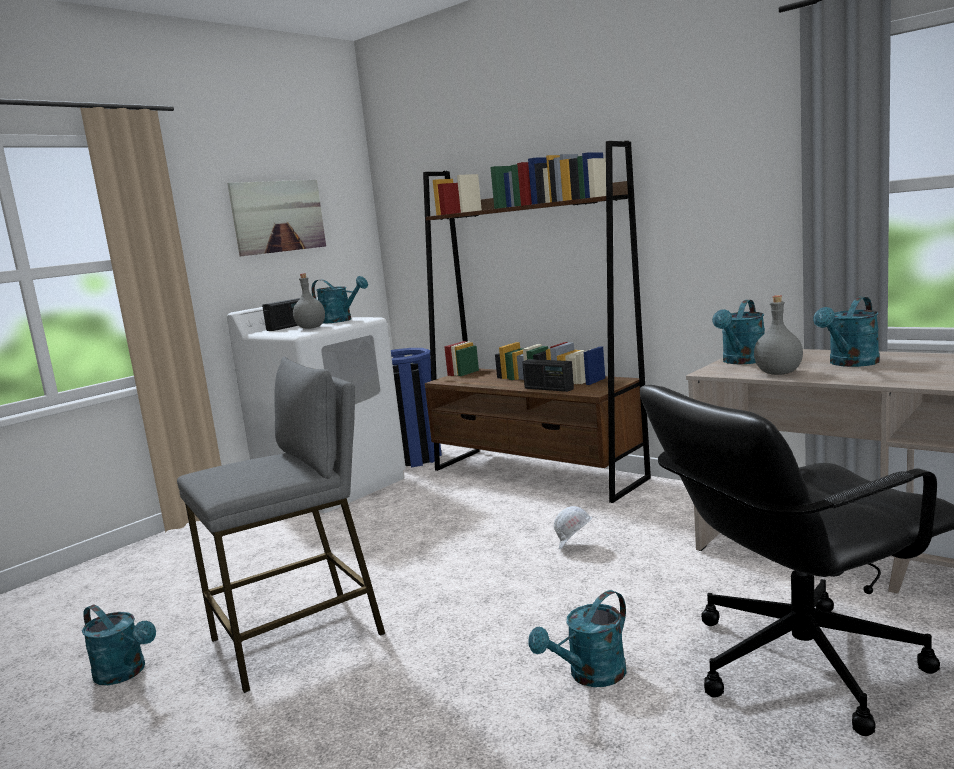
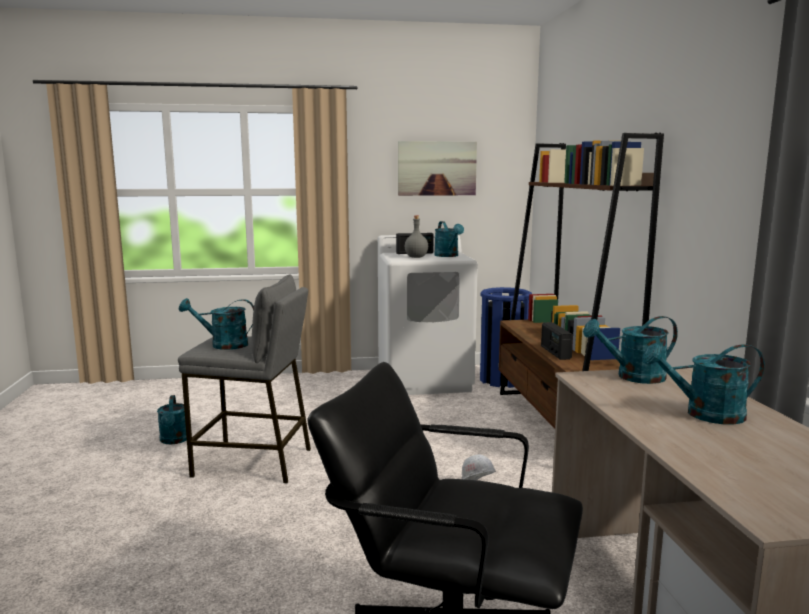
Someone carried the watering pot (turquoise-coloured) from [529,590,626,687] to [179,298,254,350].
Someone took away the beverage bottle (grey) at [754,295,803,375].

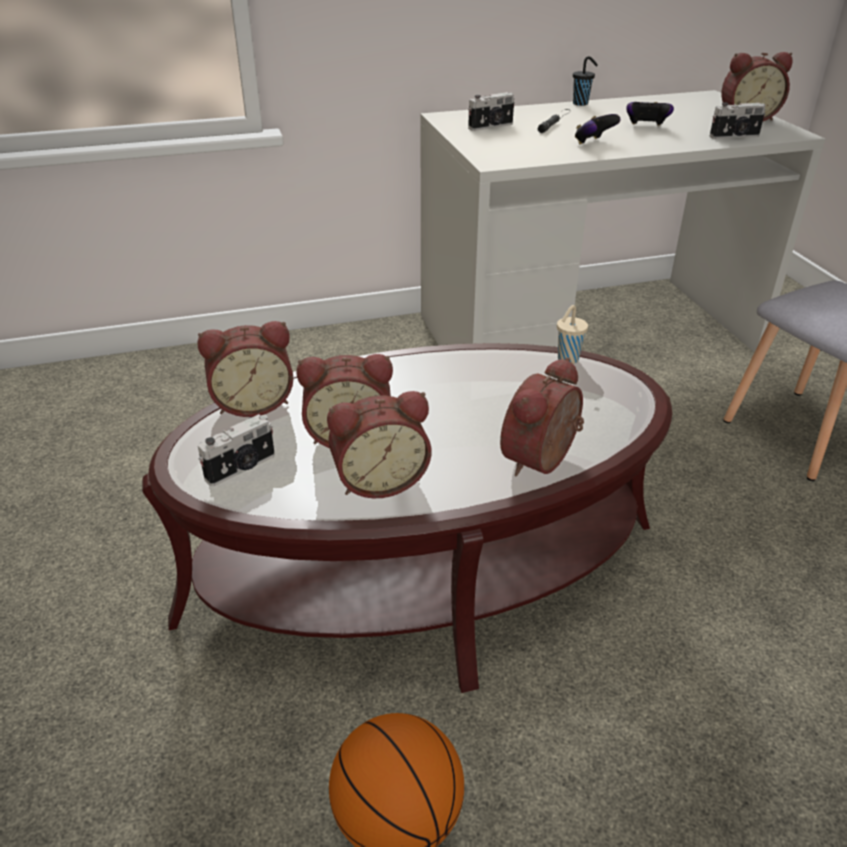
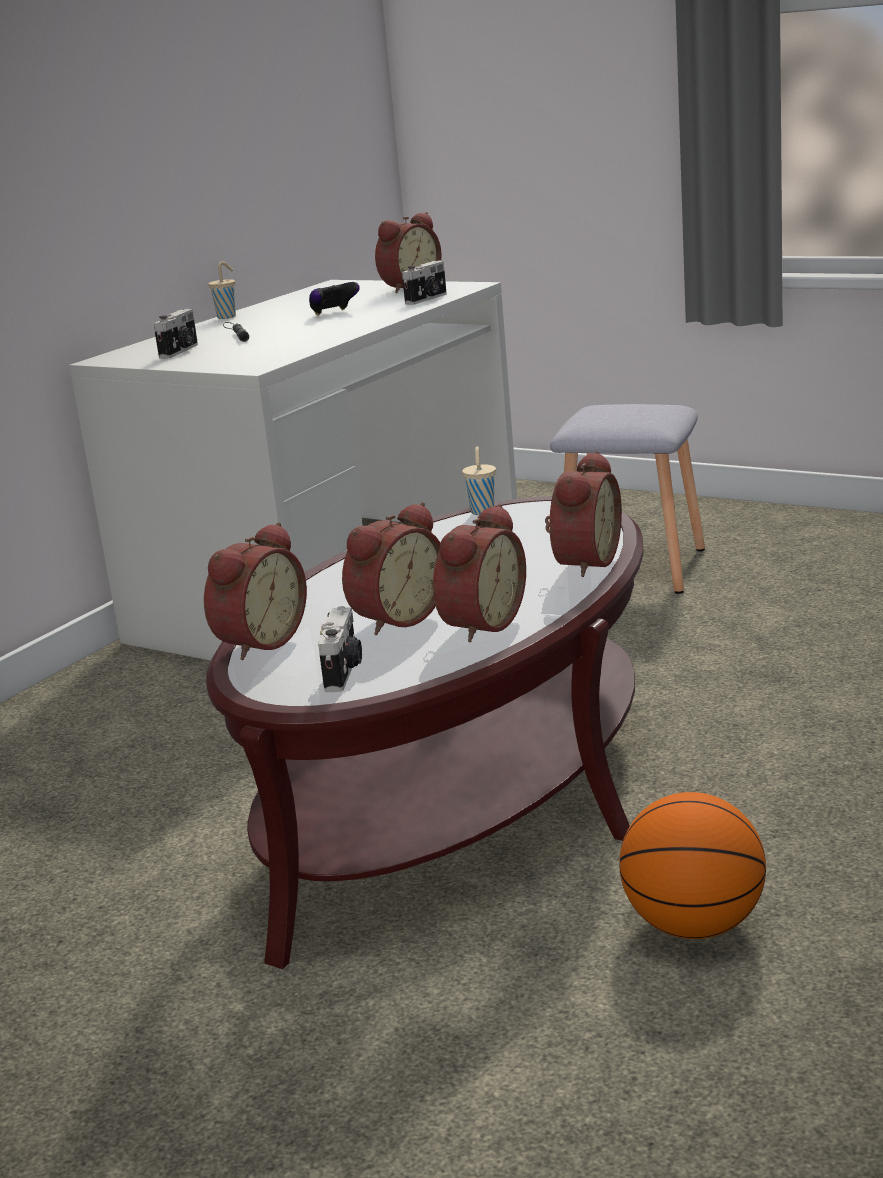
Someone repainted the small cup (black) at [573,56,598,106], which became the small cup (beige) at [208,261,236,319].
Someone rotated the table clock at [500,357,584,476] by 150 degrees counterclockwise.
Someone took away the joypad at [575,114,620,144].

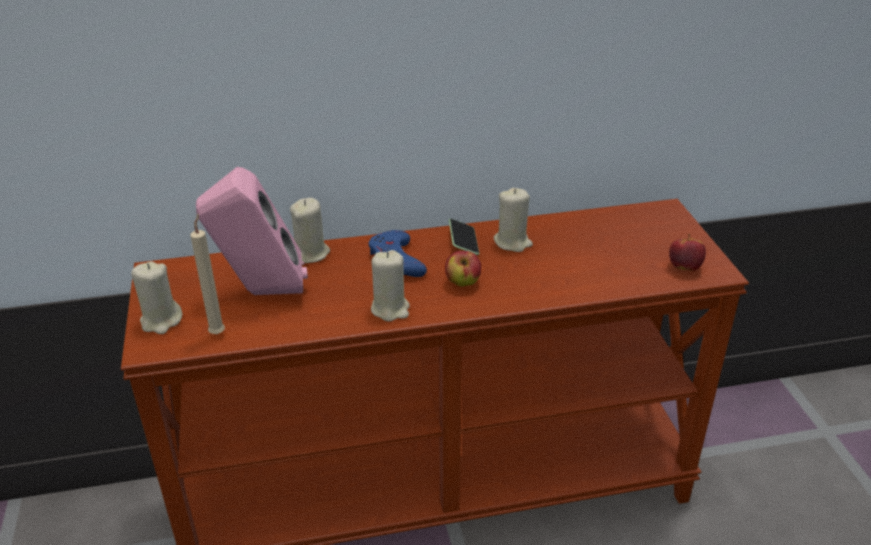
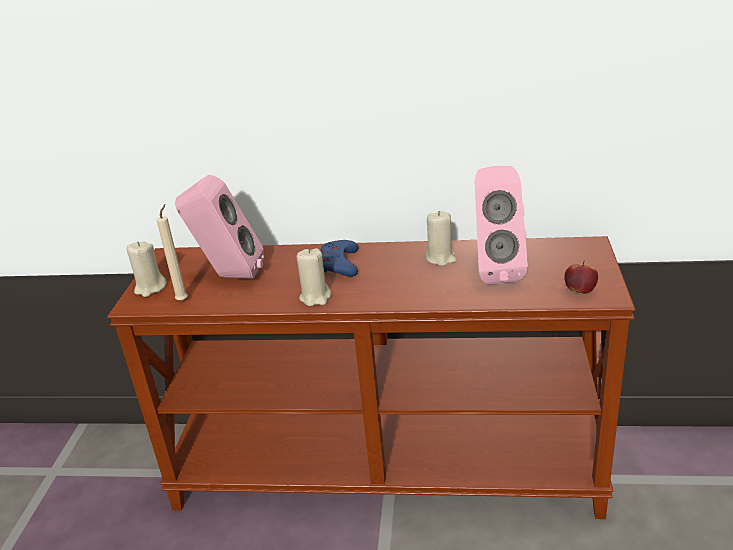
Someone put down the speaker (pink) at [475,166,528,285].
Someone took away the wax candle (beige) at [290,198,330,263].
Someone took away the apple fruit at [445,251,481,287].
Someone took away the phone at [449,219,479,255].

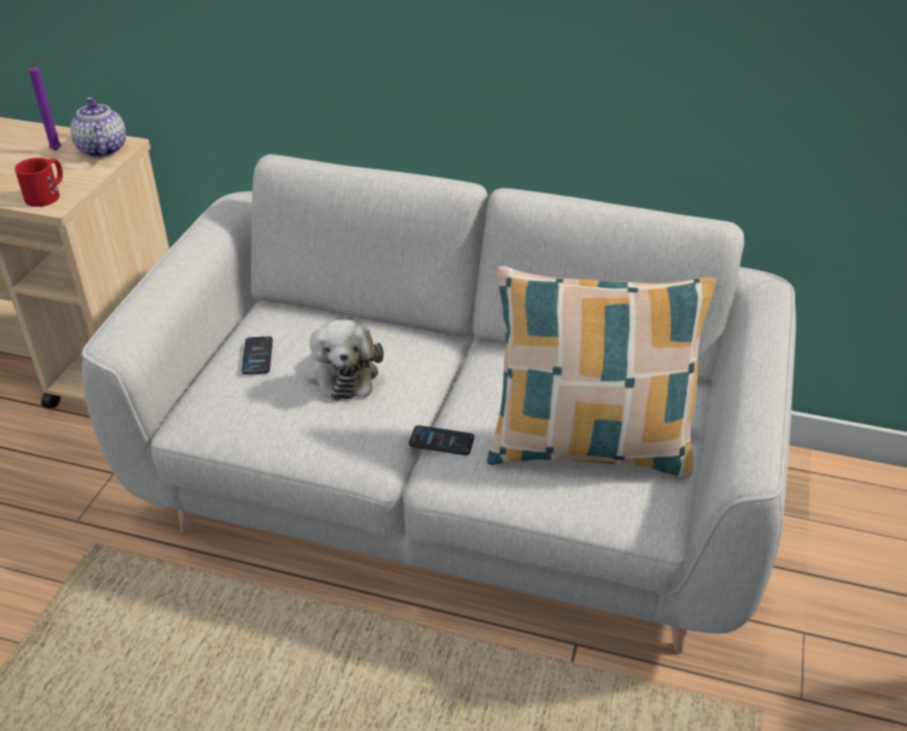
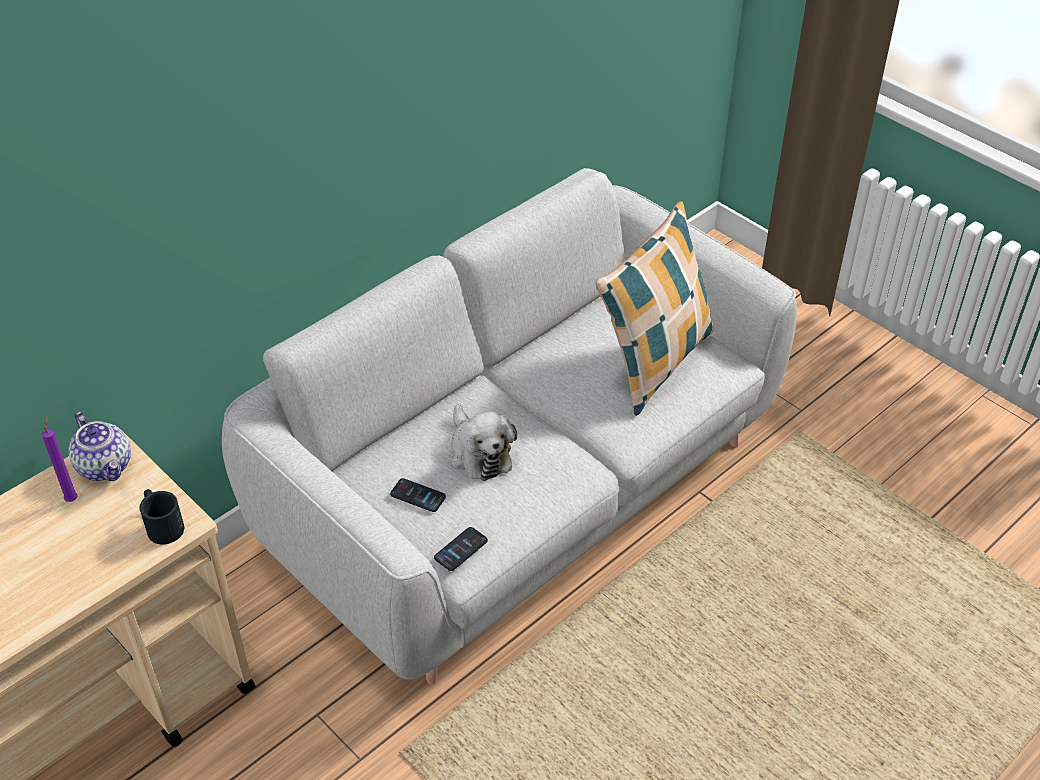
Someone rotated the tea pot at [70,97,126,158] by 135 degrees counterclockwise.
Someone repainted the coffee mug (reddish) at [15,158,63,207], which became the coffee mug (black) at [139,489,184,545].
Someone carried the phone from [409,425,474,455] to [434,527,488,571].
Someone rotated the cuddly toy at [306,320,383,401] by 45 degrees clockwise.

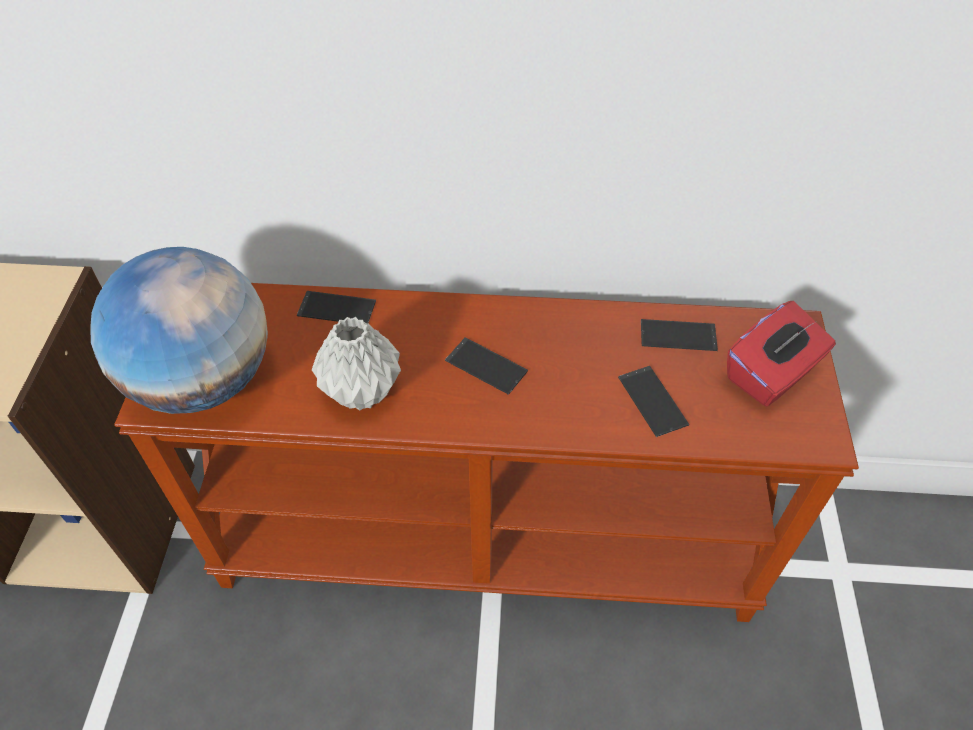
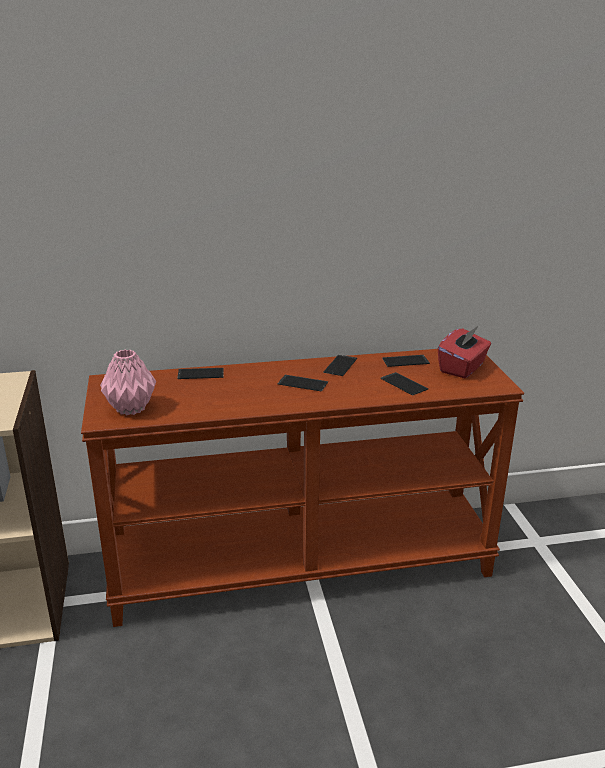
Someone swapped the globe at [90,247,268,414] for the vase (pink) at [100,349,156,415].
Someone put down the phone at [323,355,357,376].
Someone took away the vase (grey) at [312,317,401,411].

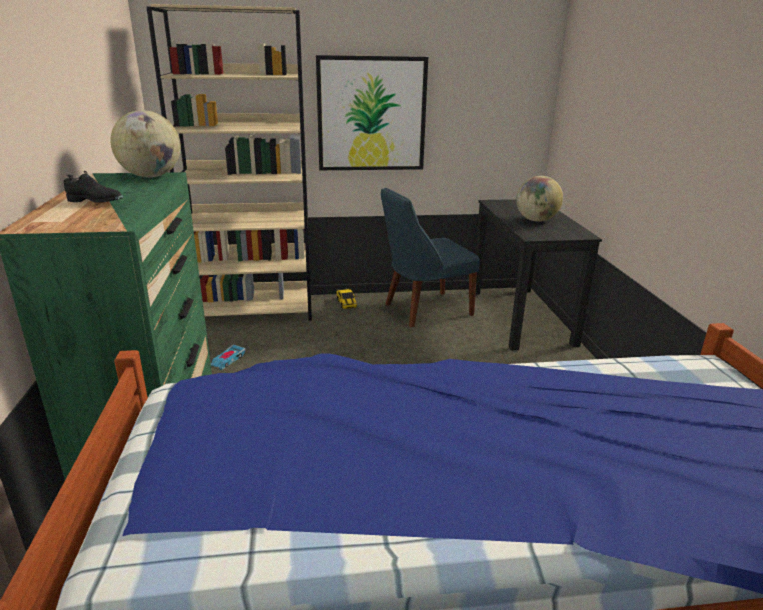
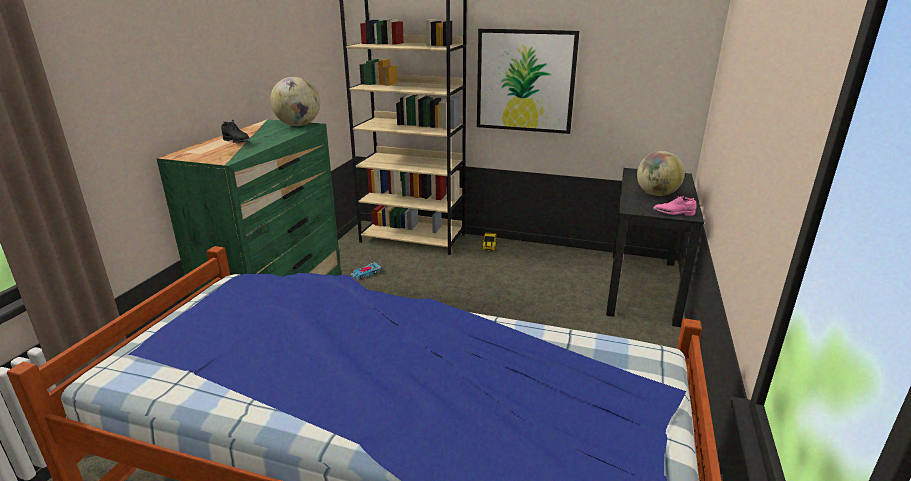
Someone put down the low shoe (pink) at [653,196,697,216].
Someone took away the plain chair (blue-coloured) at [381,188,480,327].

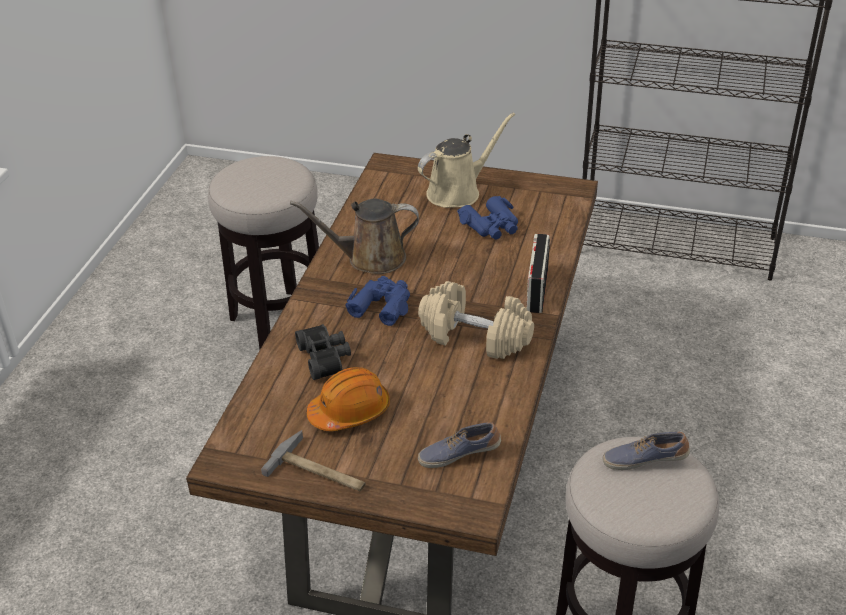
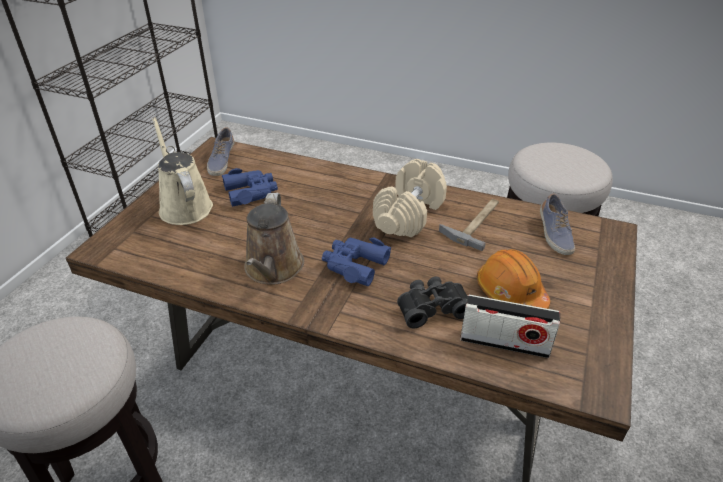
Someone carried the low shoe from [603,432,690,470] to [207,127,235,176].
Someone carried the tool hammer from [261,430,366,492] to [439,199,499,251].
Someone carried the radio set from [527,234,550,313] to [460,294,560,358].

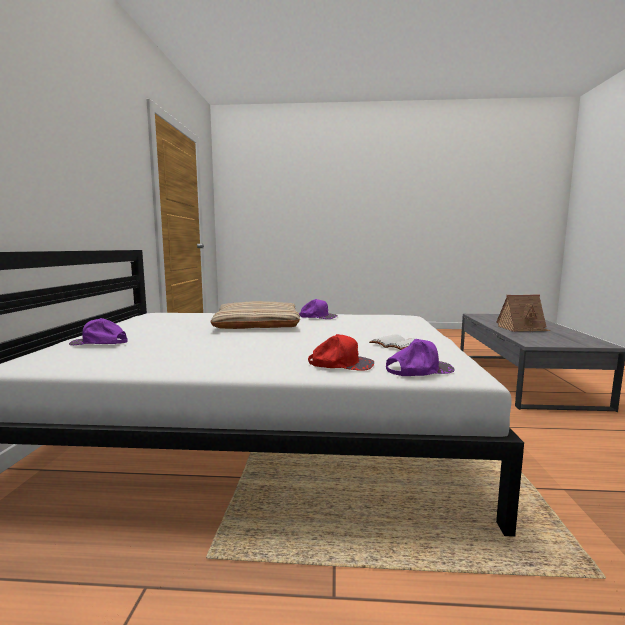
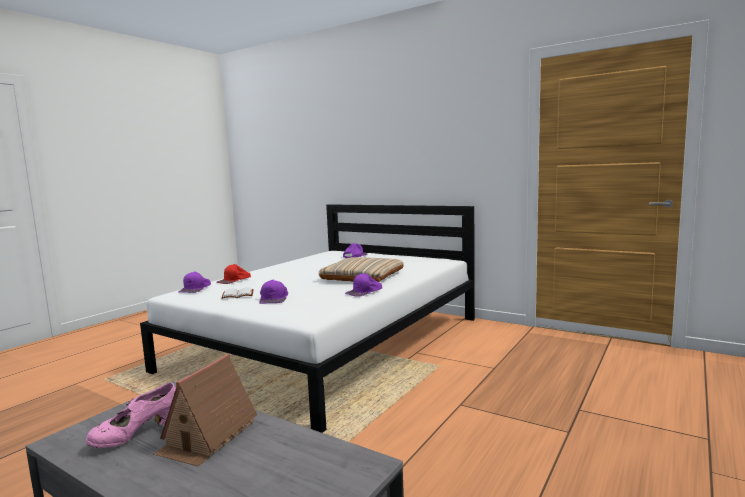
Someone put down the low shoe (pink) at [86,382,176,448].
Someone put down the baseball cap (purplish) at [259,280,288,304].

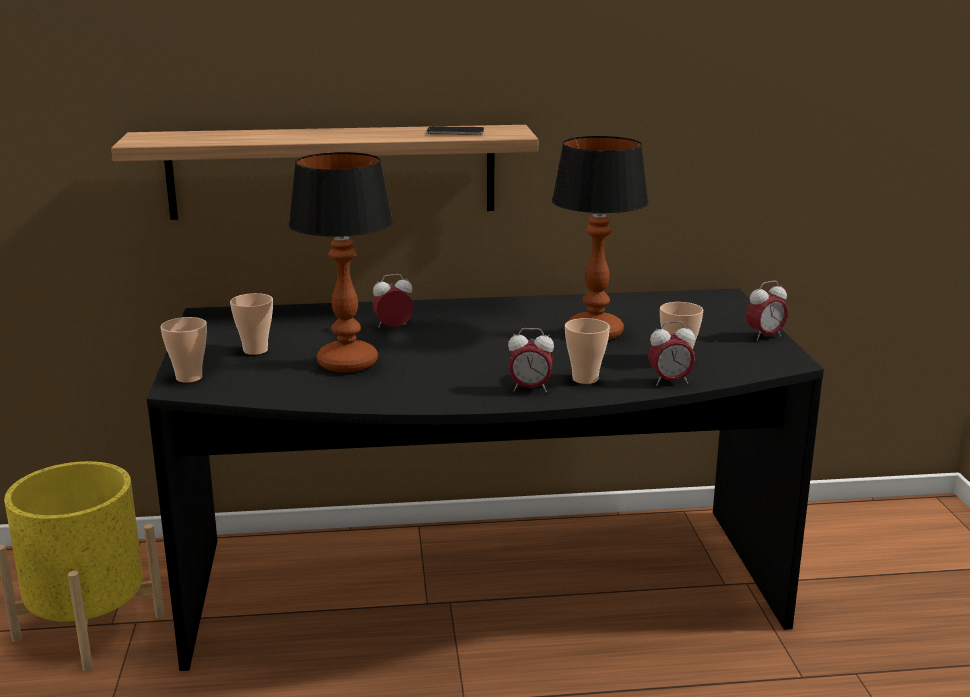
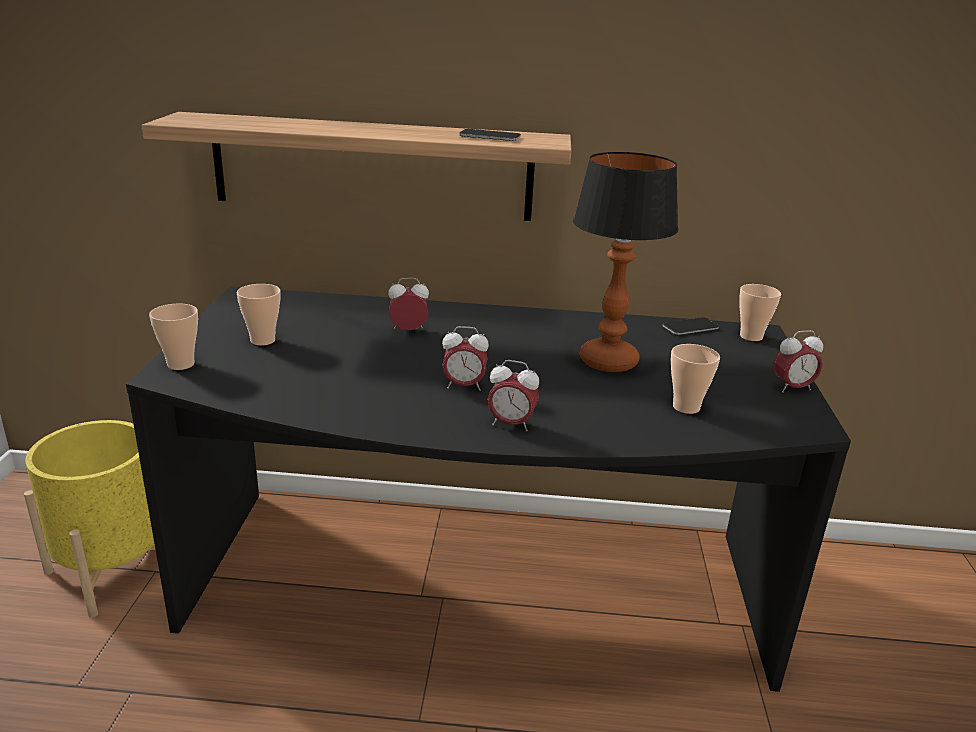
Someone carried the table clock from [648,321,695,386] to [442,326,489,391].
Someone put down the phone at [662,317,719,335].
Someone carried the small cup from [565,318,610,384] to [740,284,781,341].
Someone took away the tabletop lamp at [288,152,393,373].

